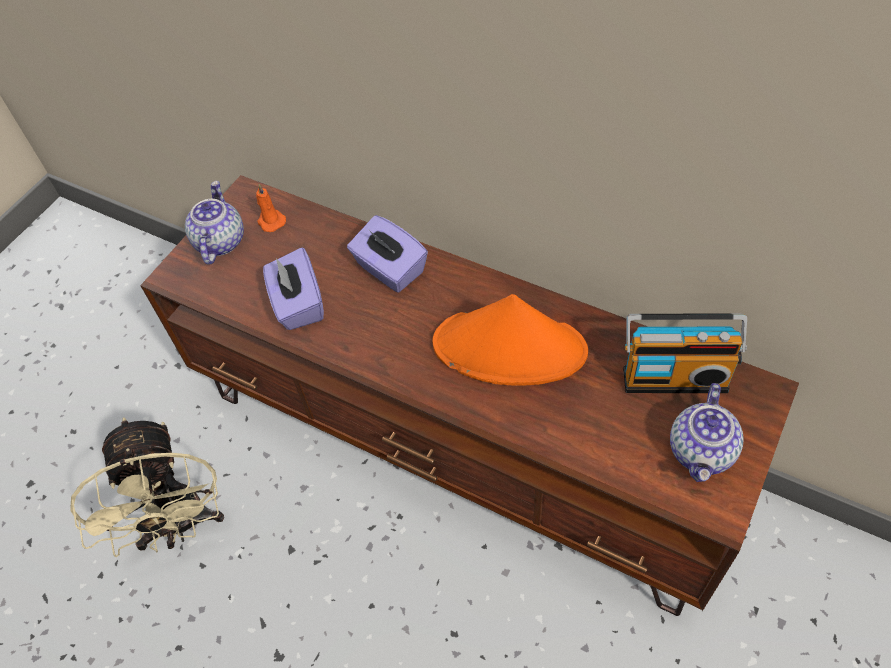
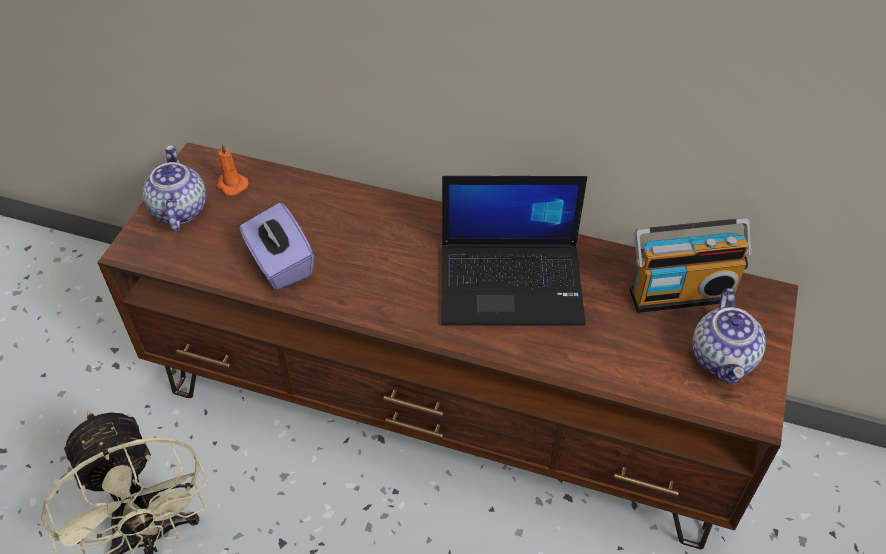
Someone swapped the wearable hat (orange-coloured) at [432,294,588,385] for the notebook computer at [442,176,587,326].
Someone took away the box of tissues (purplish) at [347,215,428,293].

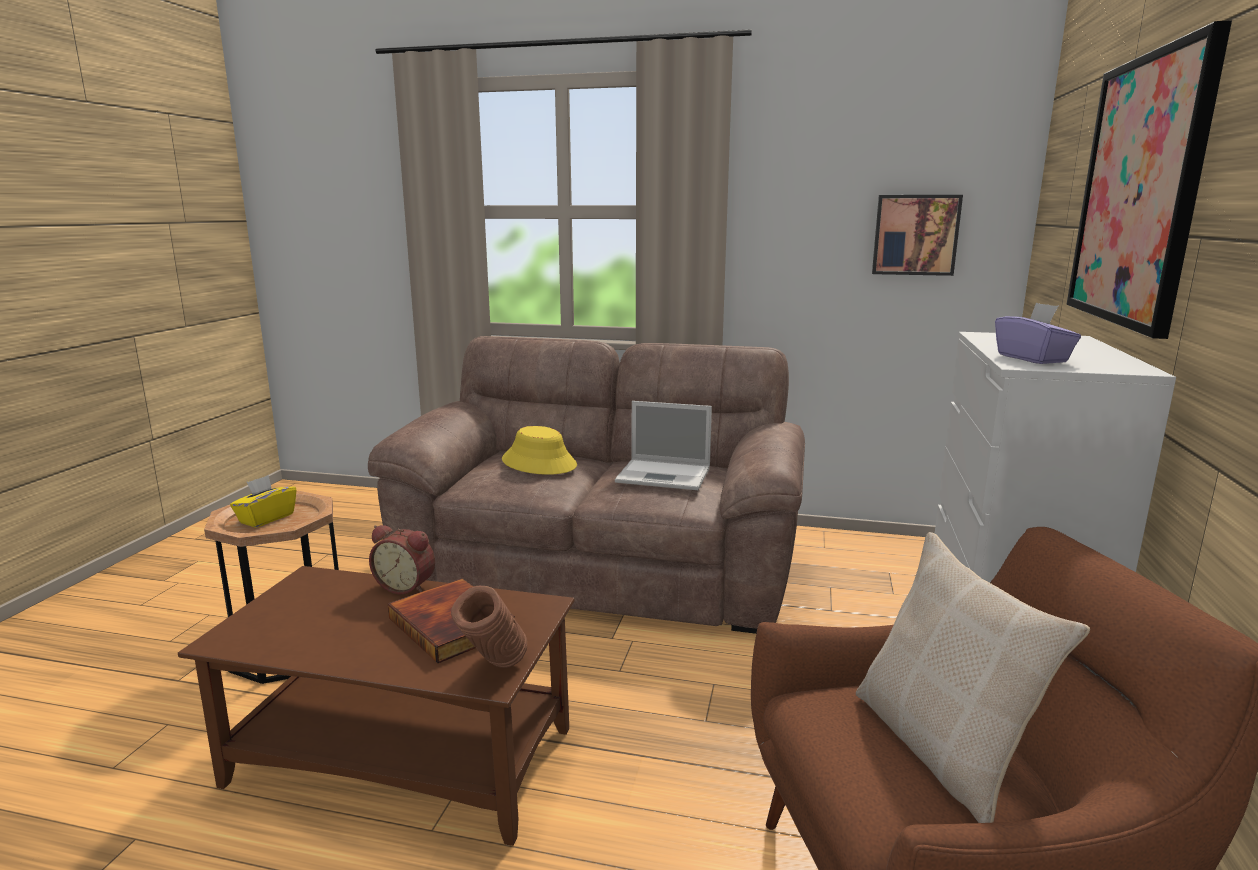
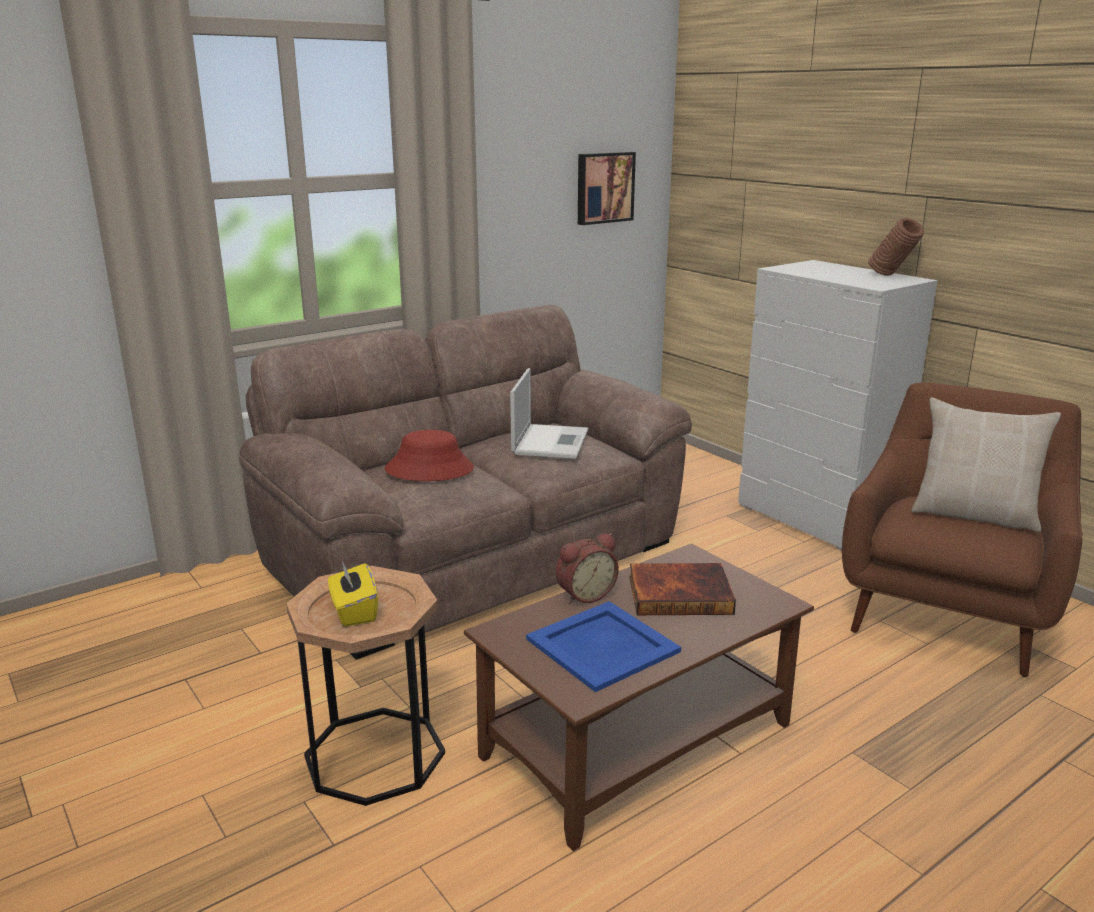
Someone repainted the wearable hat (yellowish) at [502,426,577,475], which became the wearable hat (reddish) at [385,430,474,481].
Someone rotated the notebook computer at [615,401,712,490] by 45 degrees counterclockwise.
Someone put down the carrying tray (blue-coloured) at [526,601,681,692].
Someone carried the vase (brown) from [451,586,527,668] to [868,218,924,276].
Someone took away the box of tissues (purplish) at [995,302,1081,364].
Someone took away the picture at [1066,20,1232,339].

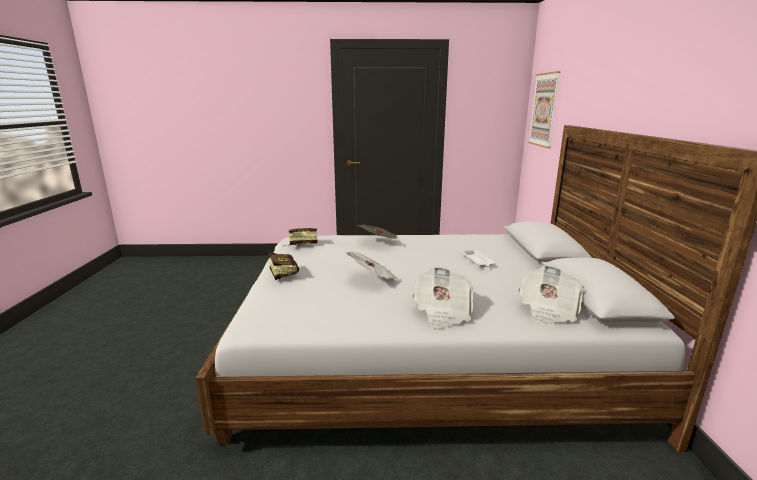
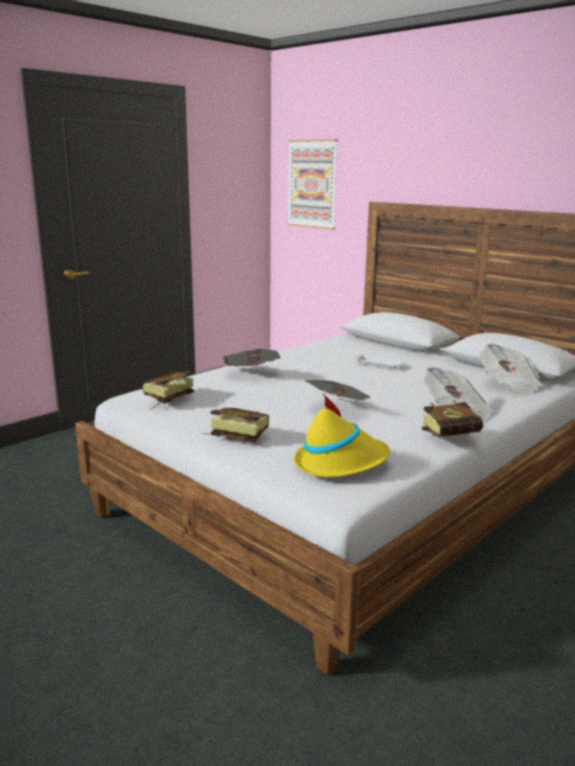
Someone put down the wearable hat (yellowish) at [294,394,390,477].
Someone put down the book at [422,400,483,436].

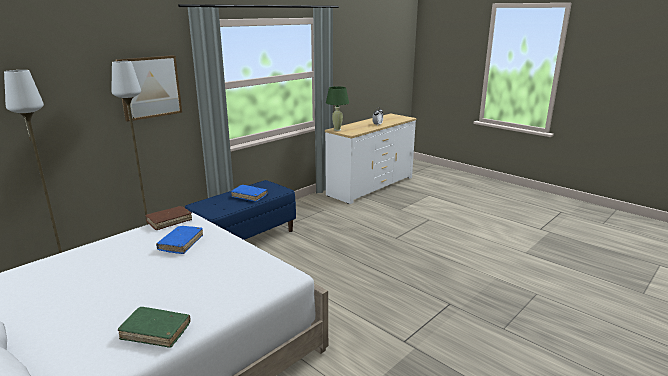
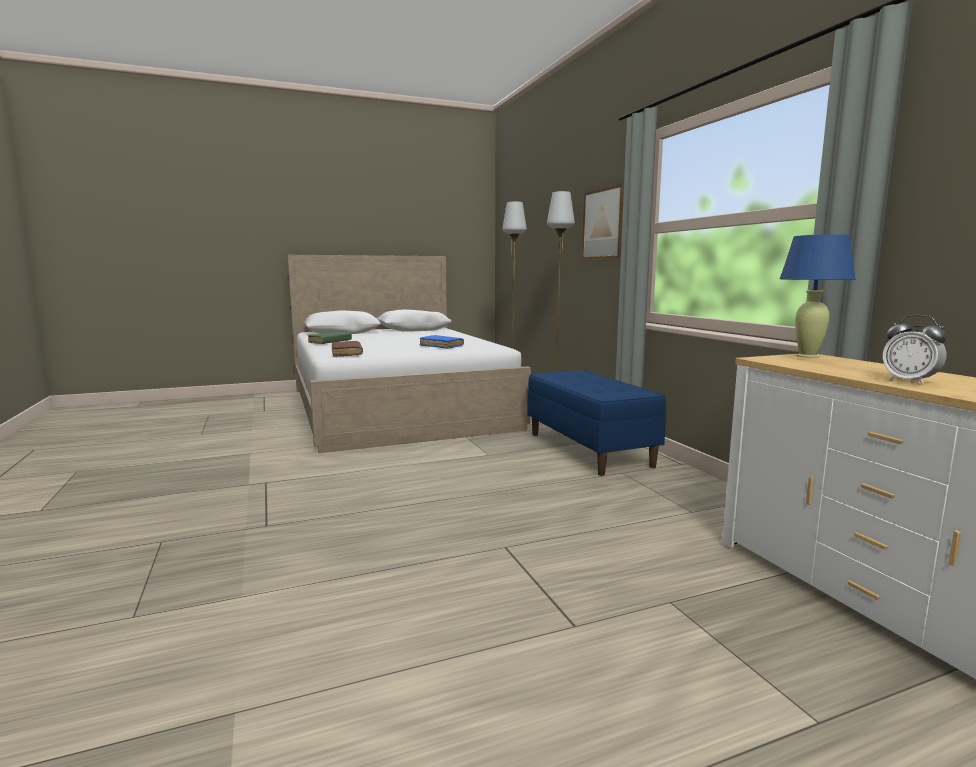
Someone carried the book (brown) from [145,206,192,230] to [332,341,363,357].
Someone repainted the tabletop lamp (greenish) at [326,86,349,131], which became the tabletop lamp (blue-coloured) at [780,234,856,358].
Someone took away the book (blue-coloured) at [231,185,267,202].

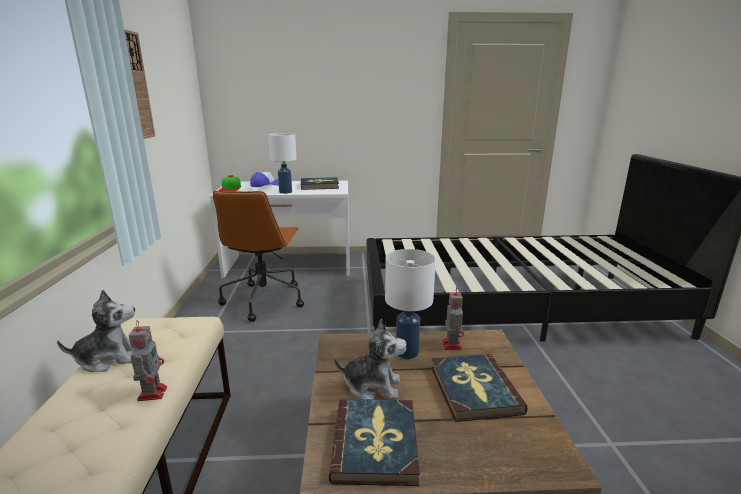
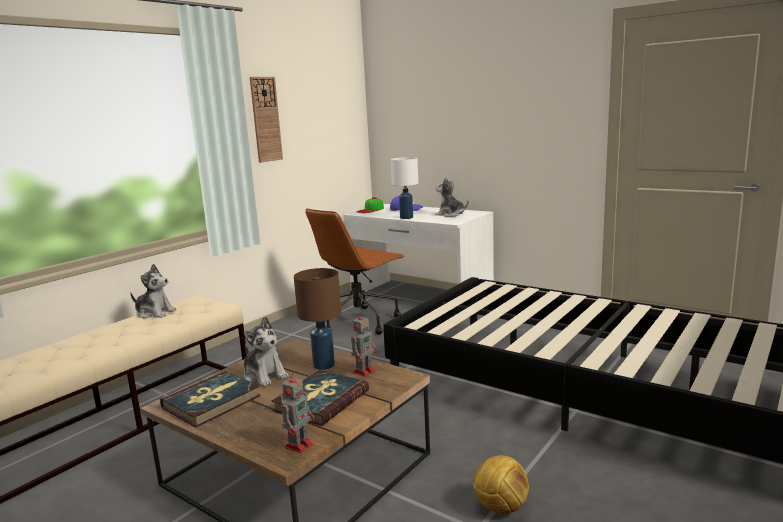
Someone carried the model robot from [129,320,167,401] to [281,373,314,453].
Someone repainted the tabletop lamp (whitish) at [385,249,436,359], which became the tabletop lamp (brown) at [294,268,341,370].
Someone swapped the book at [301,177,339,190] for the cuddly toy at [435,177,469,217].
Someone put down the football at [473,455,529,514].

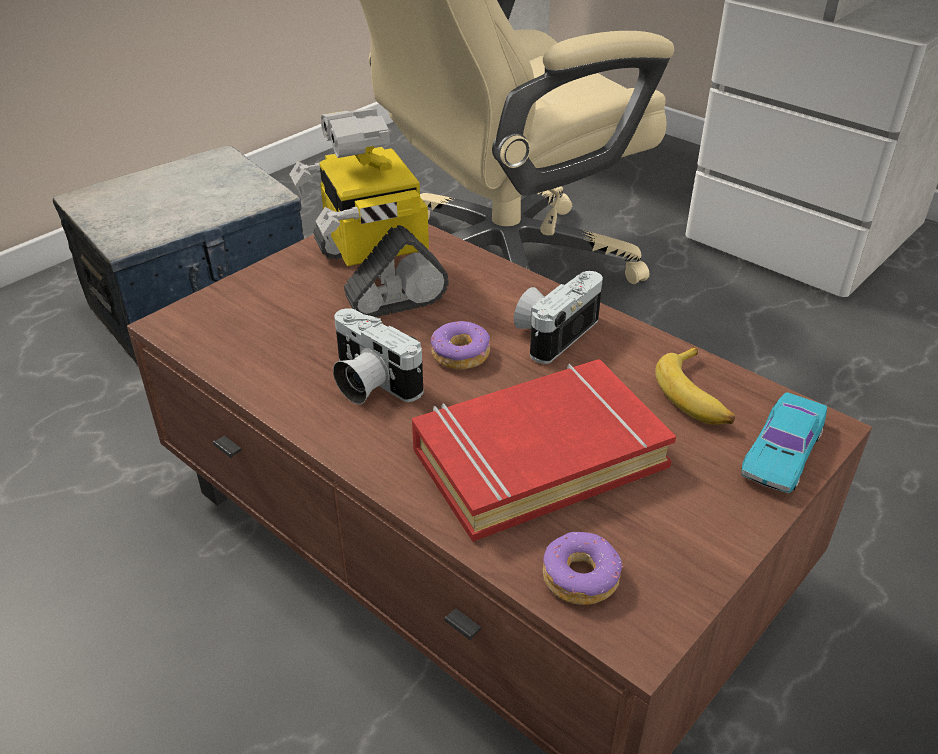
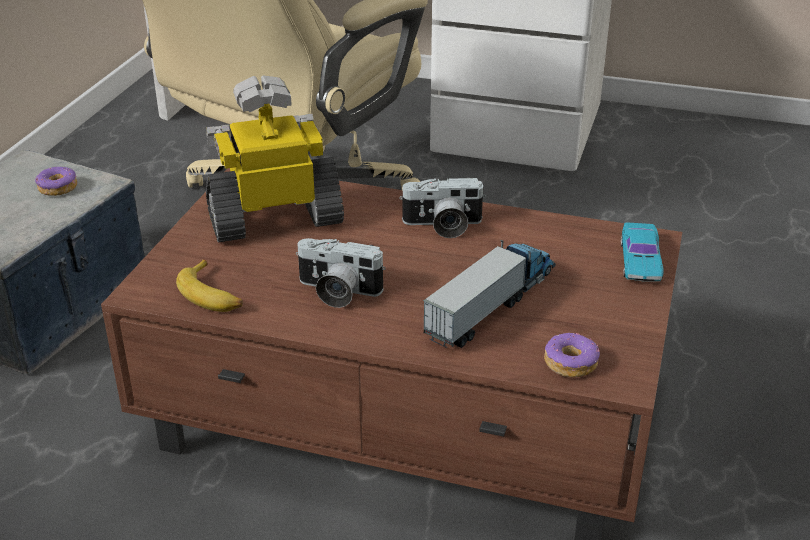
Someone carried the doughnut from [431,321,490,369] to [35,167,77,196].
Someone carried the banana fruit from [655,346,735,425] to [176,259,243,312].
Someone rotated the model robot at [290,108,449,317] by 120 degrees clockwise.
Someone rotated the still camera at [514,271,603,364] by 105 degrees counterclockwise.
Someone swapped the book (reddish) at [412,359,676,542] for the model truck at [423,240,556,348].

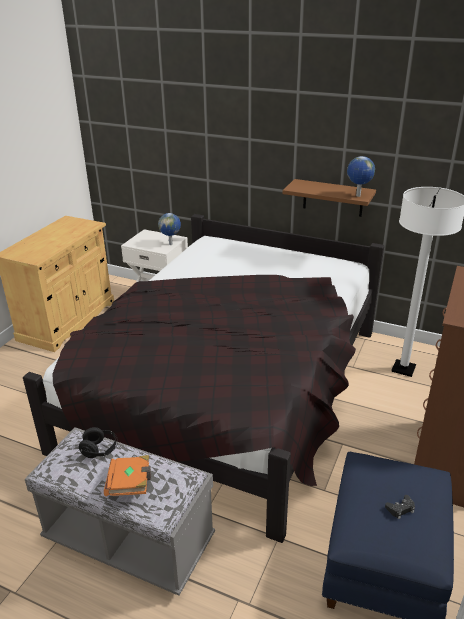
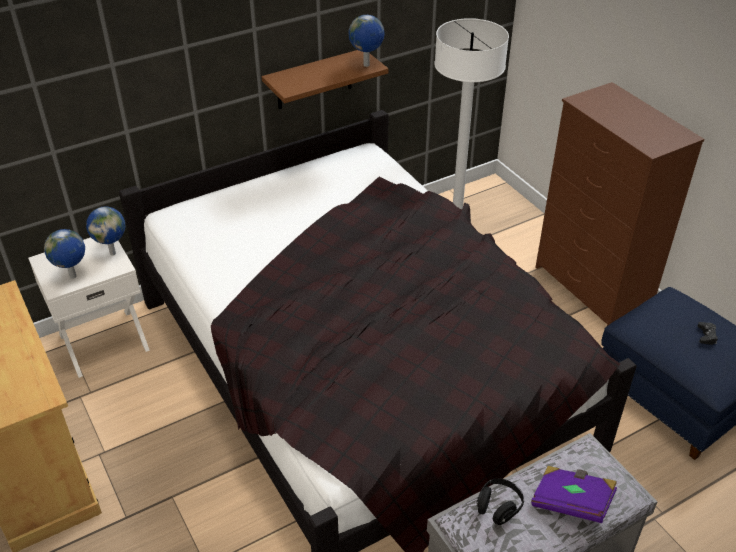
Someone put down the globe at [44,229,85,279].
Someone repainted the book (orange-coloured) at [104,455,151,496], which became the book (purplish) at [531,466,617,523].

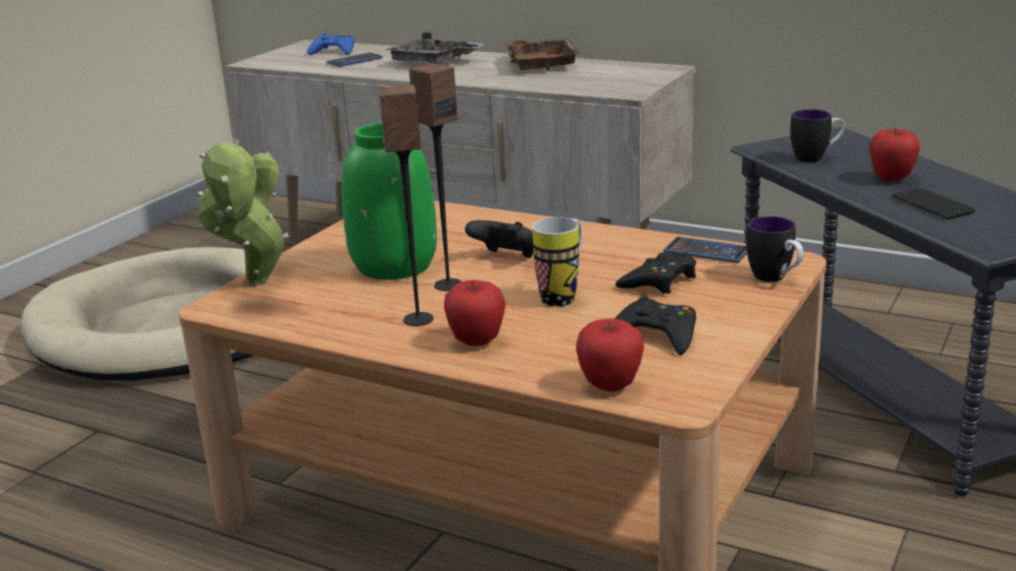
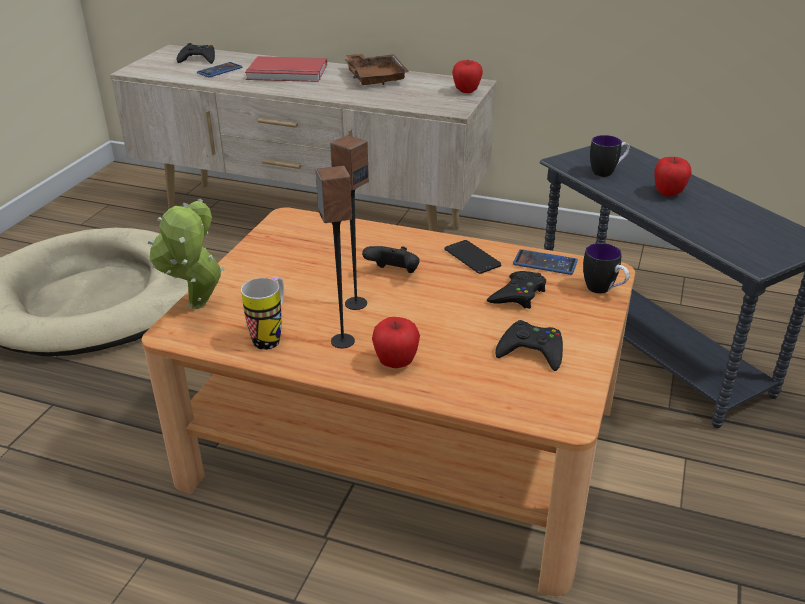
Someone repainted the joypad (blue-coloured) at [307,33,354,55], which became the joypad (black) at [176,43,215,64].
Someone carried the coffee mug from [532,217,582,307] to [241,277,284,350].
Someone swapped the carrying tray (grey) at [385,32,485,64] for the book (reddish) at [245,56,327,82].
Someone carried the phone from [892,188,975,219] to [444,240,501,274].
Someone carried the apple fruit from [576,318,644,392] to [452,60,483,93].
Someone took away the vase (greenish) at [342,123,437,280].

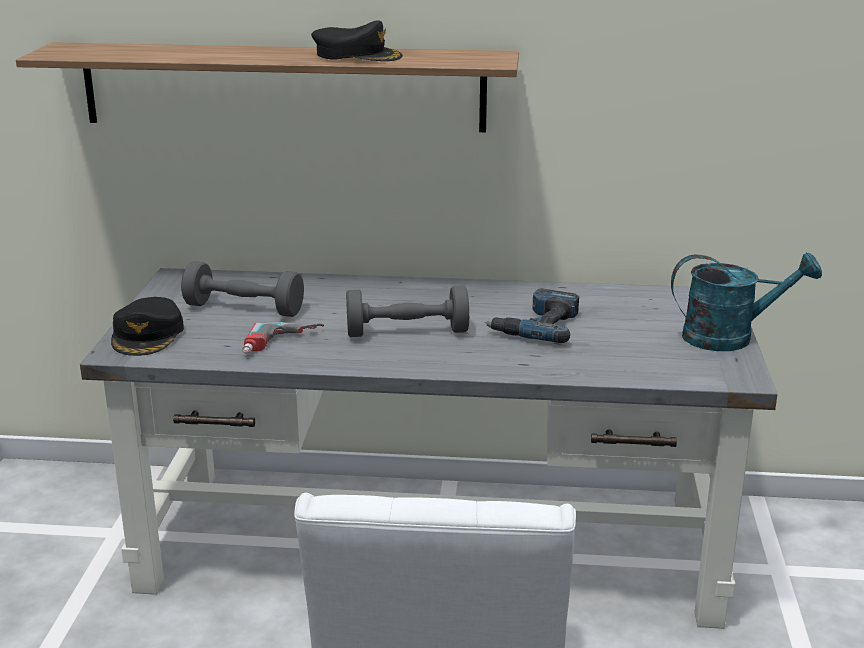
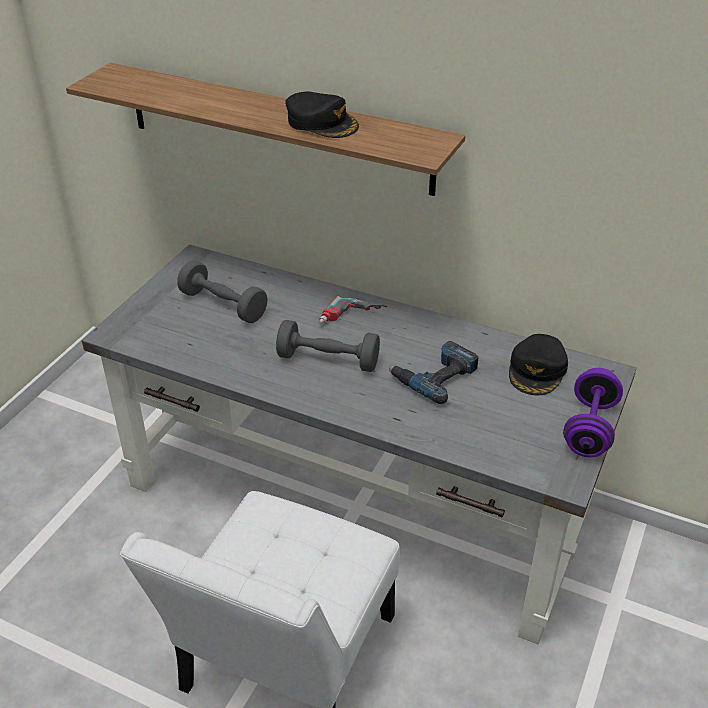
Someone carried the electric drill from [242,322,324,354] to [319,296,387,324].
Someone carried the baseball cap (black) from [111,297,184,356] to [509,334,568,395].
Someone swapped the watering pot (turquoise-coloured) at [671,252,822,351] for the free weight (purplish) at [563,368,623,458].

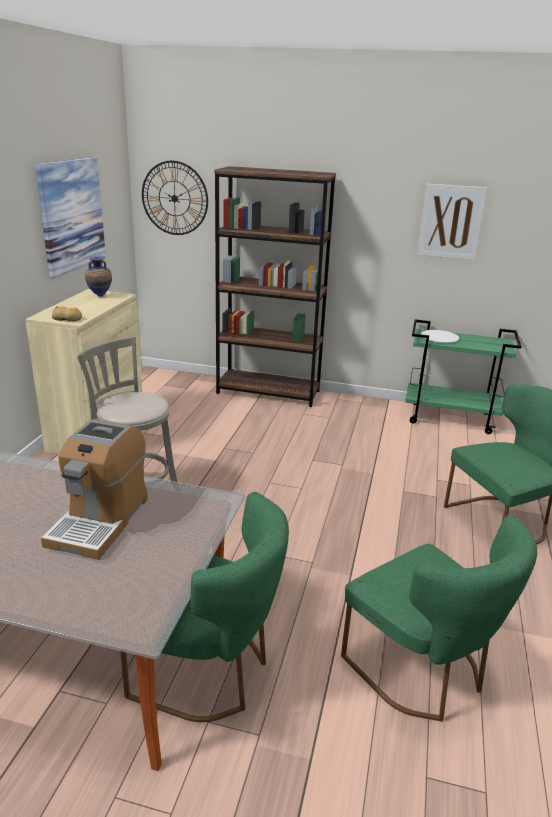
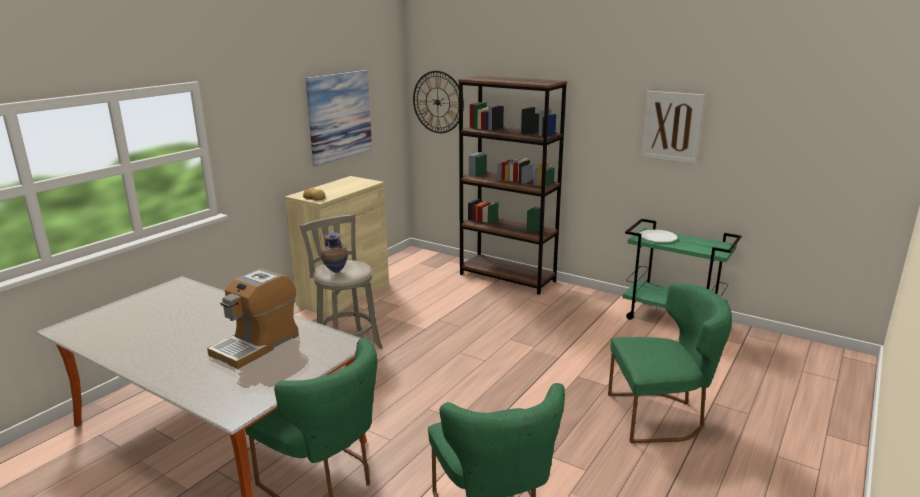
Someone carried the vase from [85,255,112,297] to [321,233,348,273].

